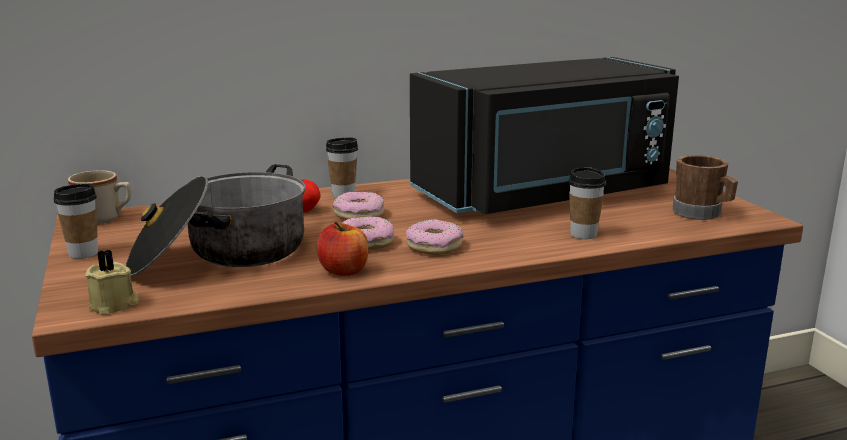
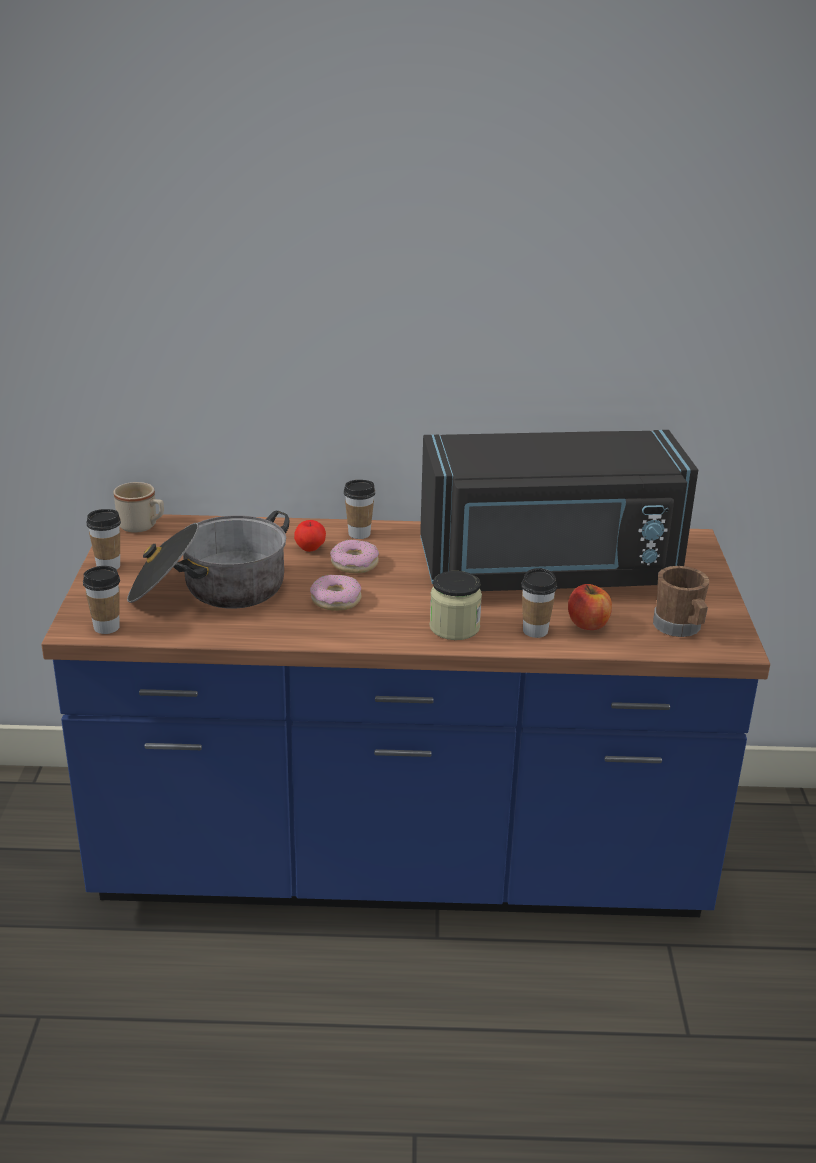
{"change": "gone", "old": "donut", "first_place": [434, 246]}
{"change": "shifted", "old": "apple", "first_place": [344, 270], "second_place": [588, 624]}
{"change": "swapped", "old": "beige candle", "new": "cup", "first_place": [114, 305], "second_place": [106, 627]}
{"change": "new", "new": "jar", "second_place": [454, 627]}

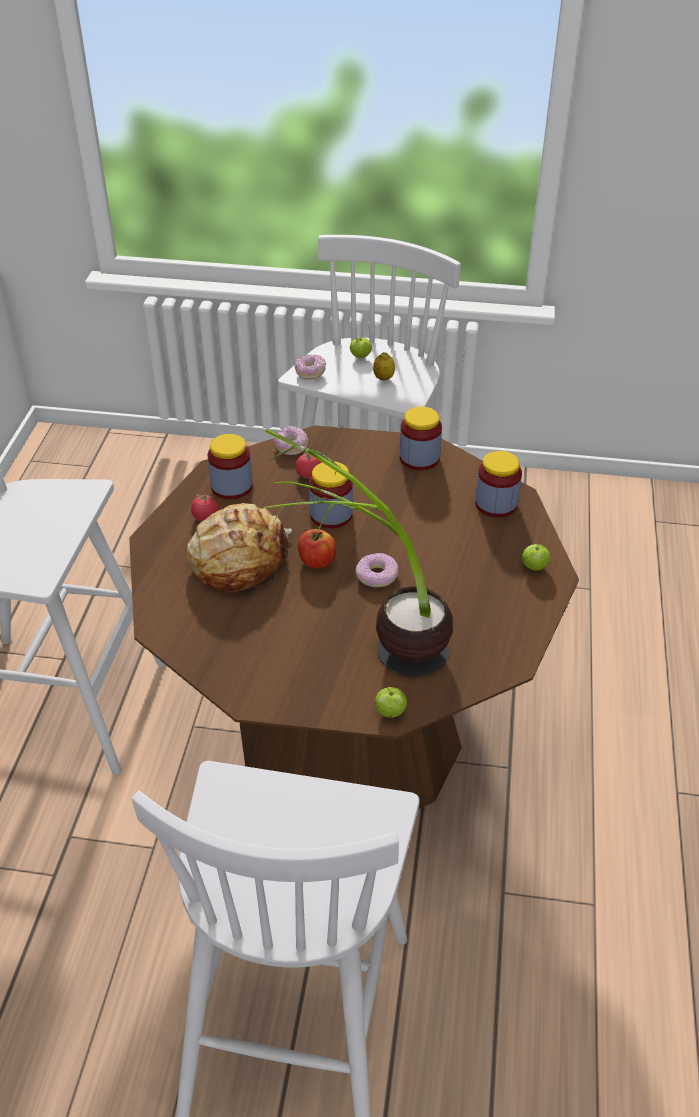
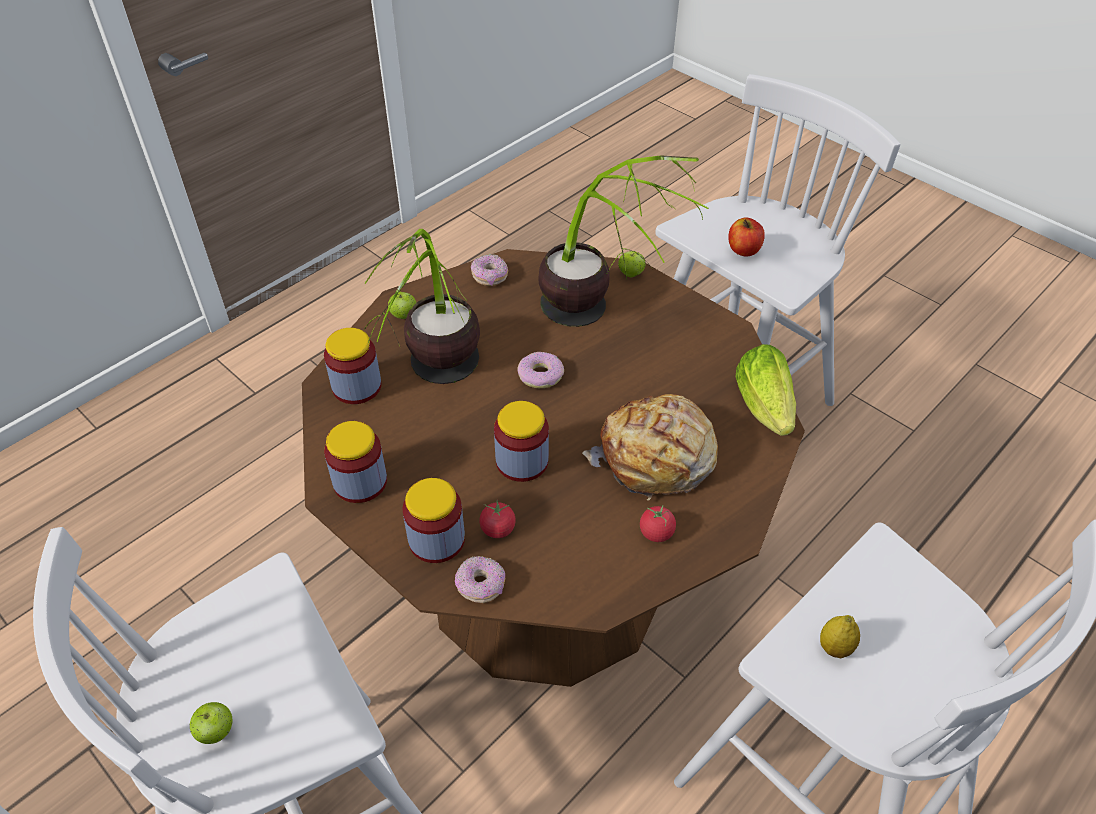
{"change": "shifted", "old": "lemon", "first_place": [383, 378], "second_place": [835, 647]}
{"change": "shifted", "old": "donut", "first_place": [310, 373], "second_place": [490, 277]}
{"change": "shifted", "old": "jar", "first_place": [231, 486], "second_place": [436, 539]}
{"change": "shifted", "old": "apple", "first_place": [317, 561], "second_place": [743, 250]}
{"change": "new", "new": "potted plant", "second_place": [439, 390]}
{"change": "new", "new": "lettuce", "second_place": [765, 409]}

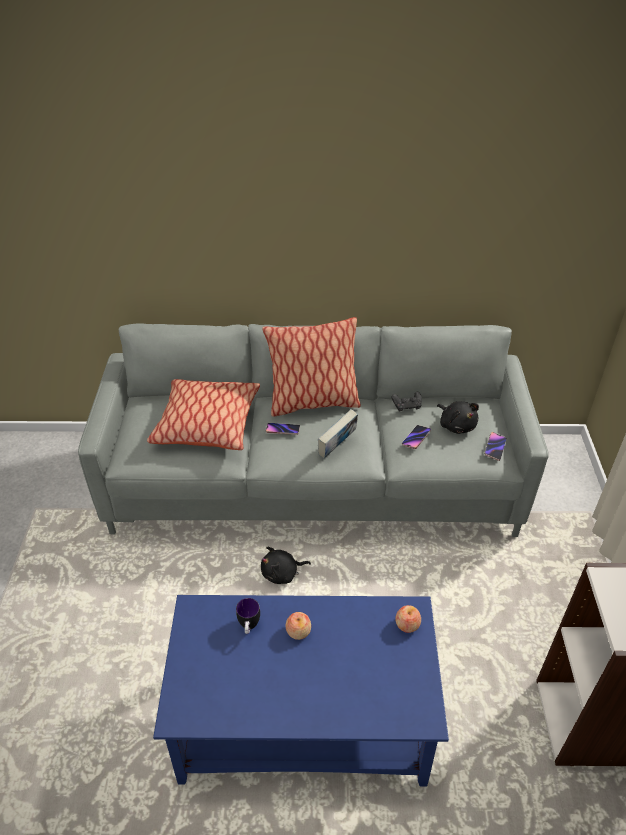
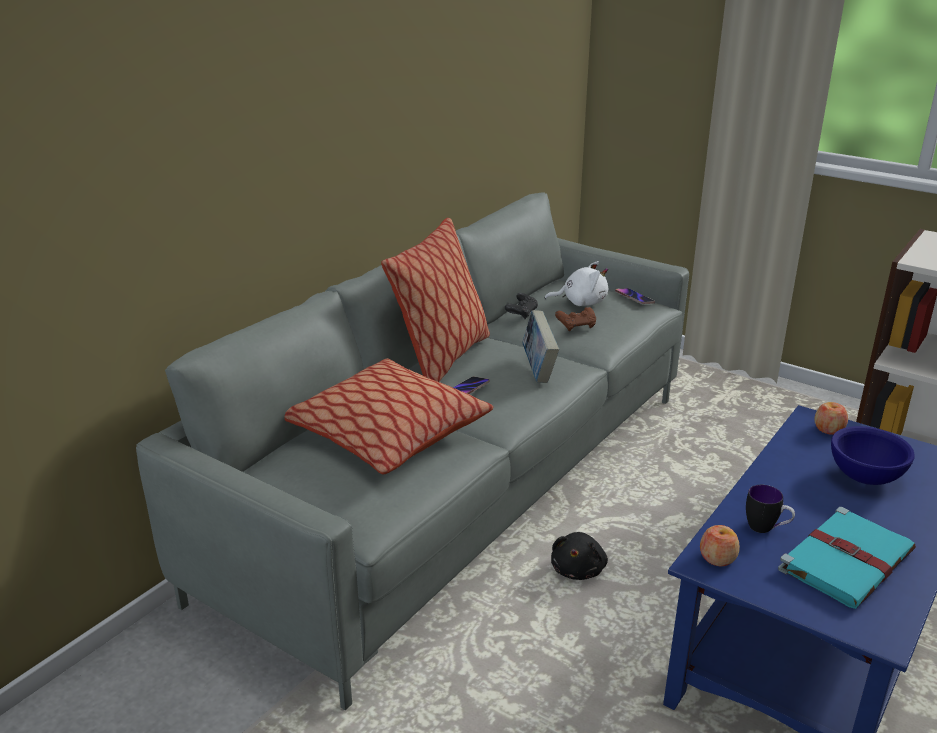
{"change": "repainted", "old": "black plush toy", "new": "white plush toy", "first_place": [456, 425], "second_place": [581, 302]}
{"change": "swapped", "old": "phone", "new": "brown game controller", "first_place": [416, 438], "second_place": [576, 326]}
{"change": "shifted", "old": "apple", "first_place": [298, 631], "second_place": [717, 558]}
{"change": "new", "new": "blue bowl", "second_place": [866, 477]}
{"change": "new", "new": "turquoise book", "second_place": [847, 560]}

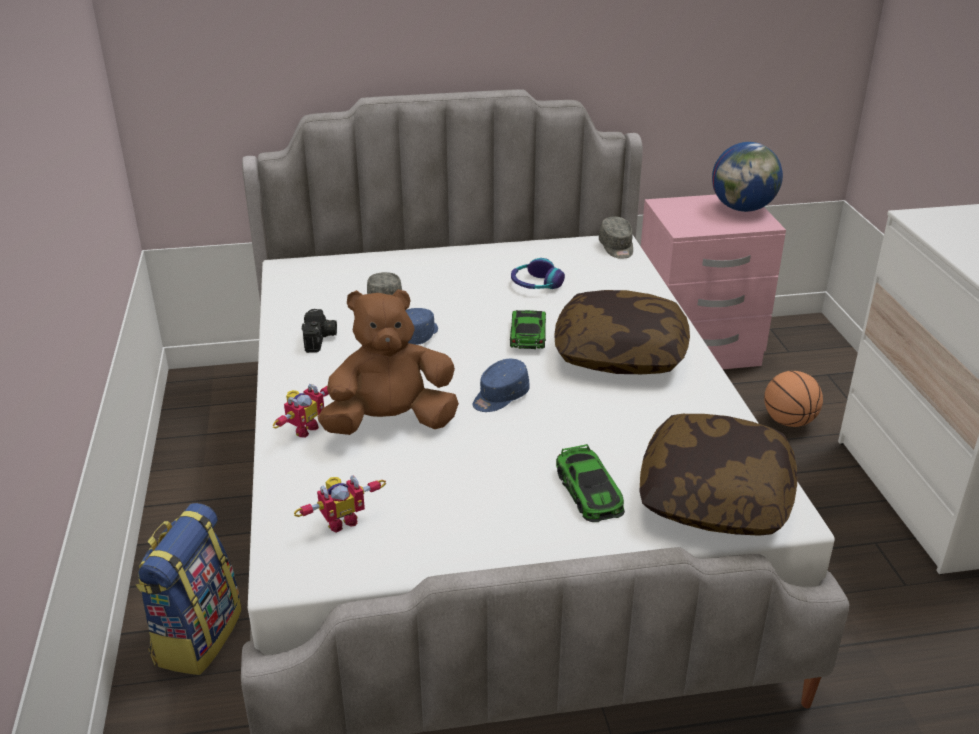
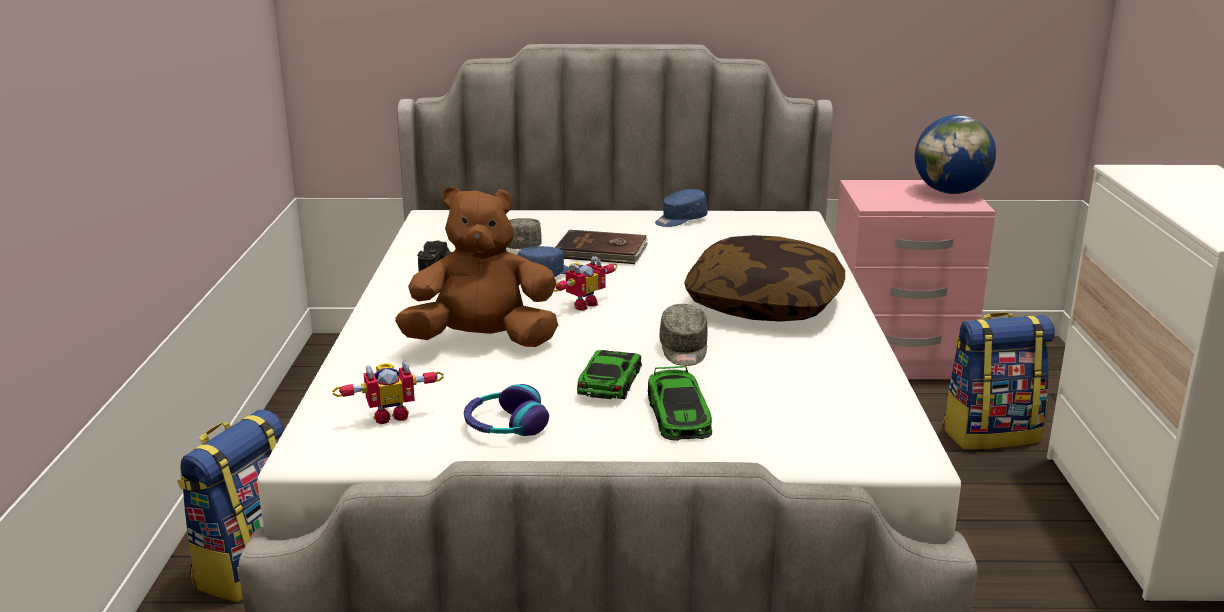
{"change": "shifted", "old": "grey cap", "first_place": [616, 247], "second_place": [683, 350]}
{"change": "shifted", "old": "headphones", "first_place": [536, 284], "second_place": [505, 425]}
{"change": "shifted", "old": "toy car", "first_place": [528, 334], "second_place": [610, 382]}
{"change": "shifted", "old": "blue cap", "first_place": [500, 397], "second_place": [680, 220]}
{"change": "swapped", "old": "basketball", "new": "backpack", "first_place": [788, 421], "second_place": [990, 434]}
{"change": "shifted", "old": "toy robot", "first_place": [303, 428], "second_place": [582, 304]}
{"change": "gone", "old": "pillow", "first_place": [714, 496]}
{"change": "new", "new": "brown book", "second_place": [601, 252]}

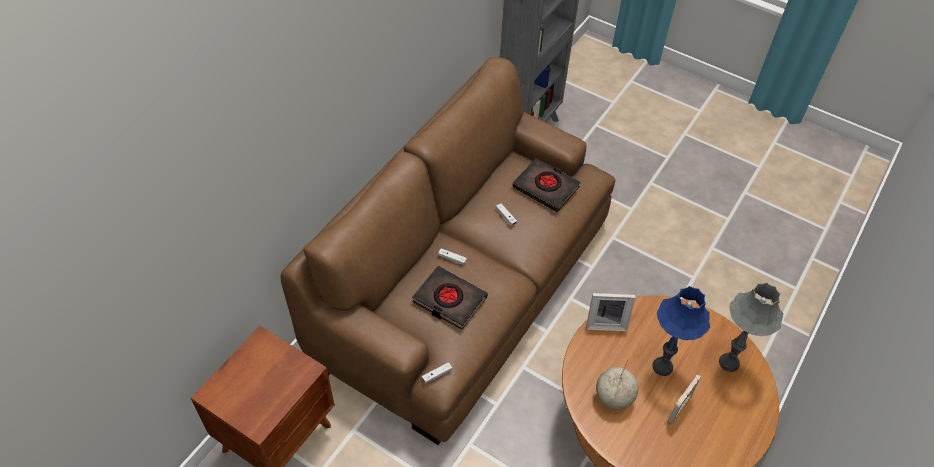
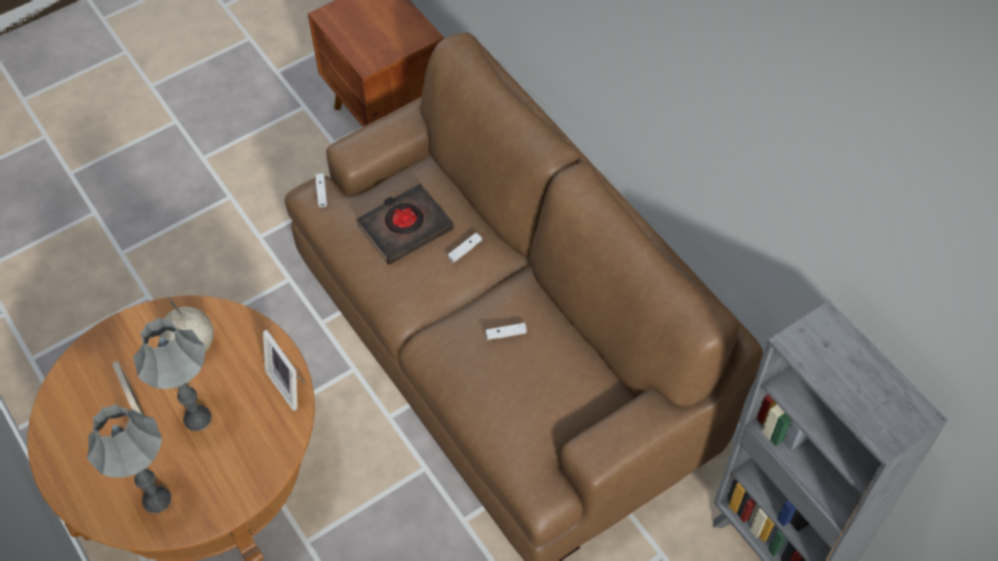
{"change": "gone", "old": "black book", "first_place": [546, 188]}
{"change": "repainted", "old": "blue table lamp", "new": "grey table lamp", "first_place": [662, 366], "second_place": [197, 418]}
{"change": "rotated", "old": "picture frame", "first_place": [606, 322], "second_place": [290, 384], "degrees": -60}

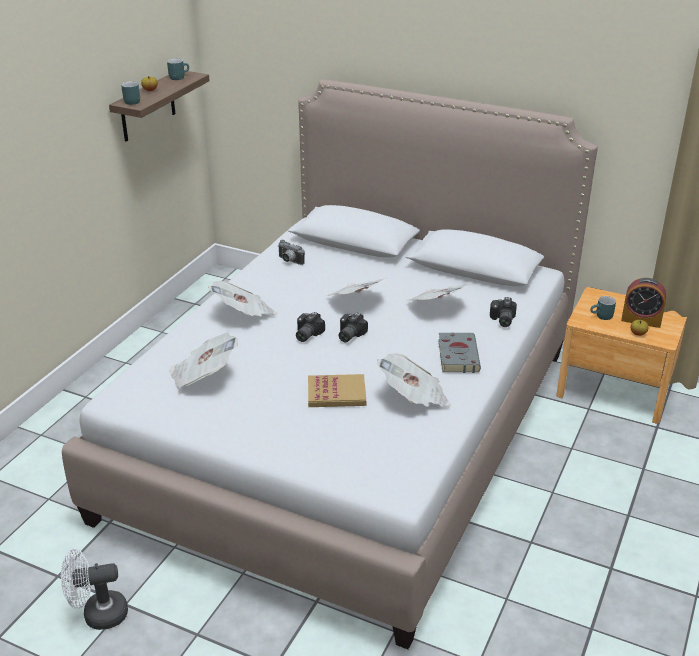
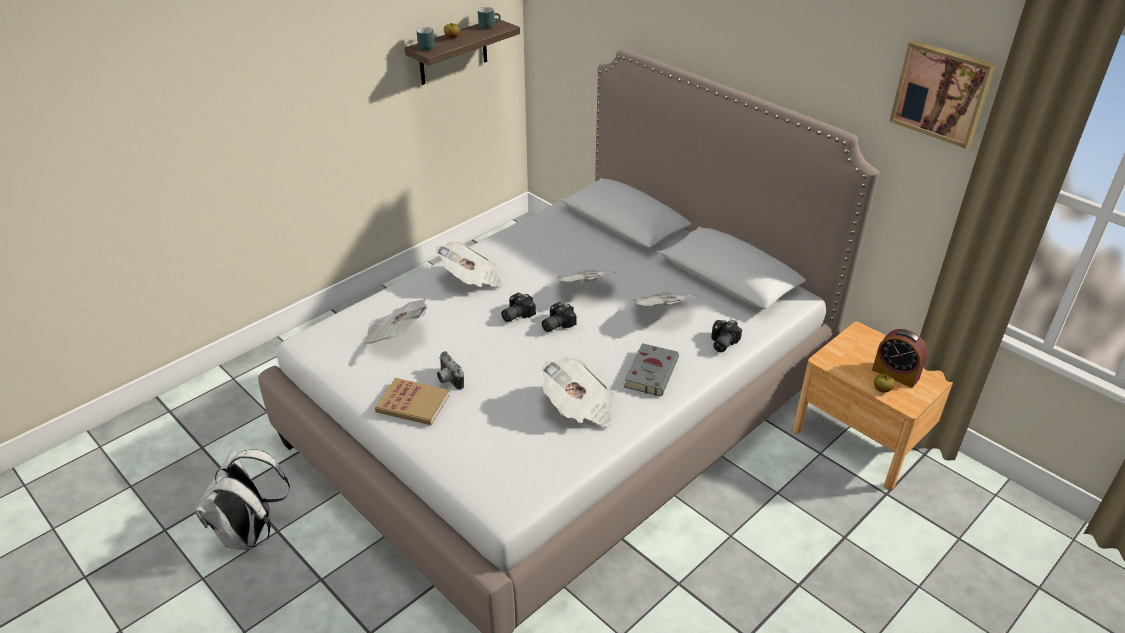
{"change": "shifted", "old": "photo camera", "first_place": [289, 261], "second_place": [448, 380]}
{"change": "gone", "old": "turquoise mug", "first_place": [602, 317]}
{"change": "shifted", "old": "book", "first_place": [336, 393], "second_place": [413, 404]}
{"change": "swapped", "old": "white fan", "new": "white backpack", "first_place": [98, 615], "second_place": [251, 534]}
{"change": "new", "new": "picture", "second_place": [942, 92]}

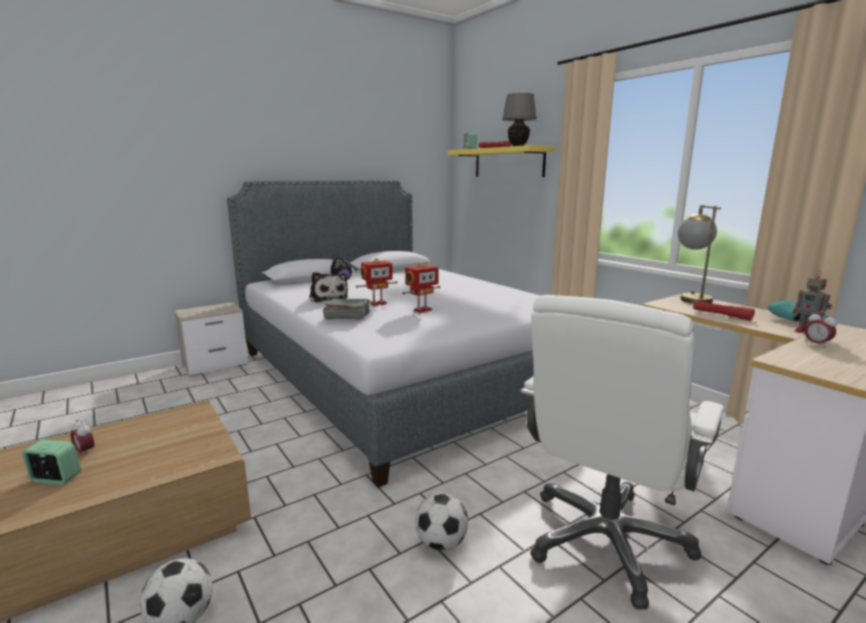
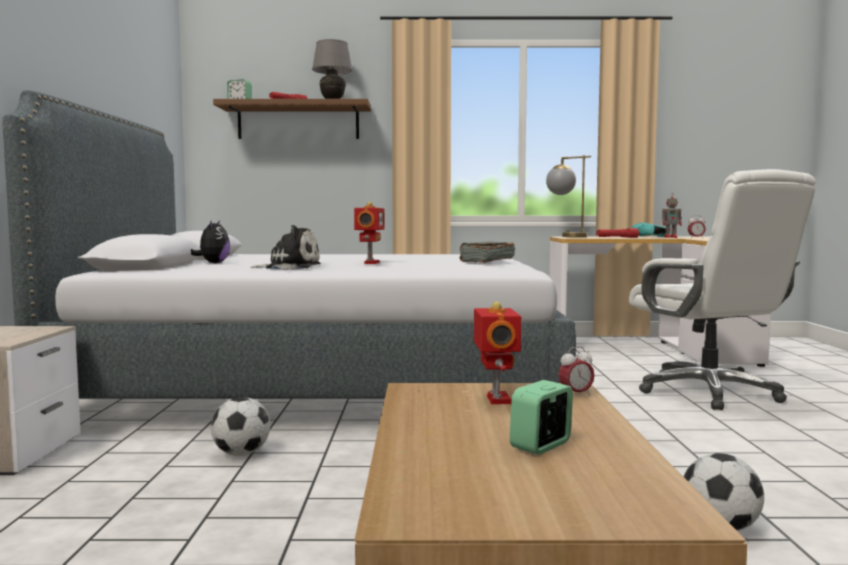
{"change": "repainted", "old": "yellow shelf", "new": "brown shelf", "first_place": [508, 163], "second_place": [298, 122]}
{"change": "shifted", "old": "toy robot", "first_place": [422, 310], "second_place": [496, 399]}
{"change": "shifted", "old": "grey book", "first_place": [346, 317], "second_place": [486, 261]}
{"change": "shifted", "old": "alarm clock", "first_place": [85, 452], "second_place": [576, 394]}
{"change": "shifted", "old": "football", "first_place": [441, 543], "second_place": [241, 454]}

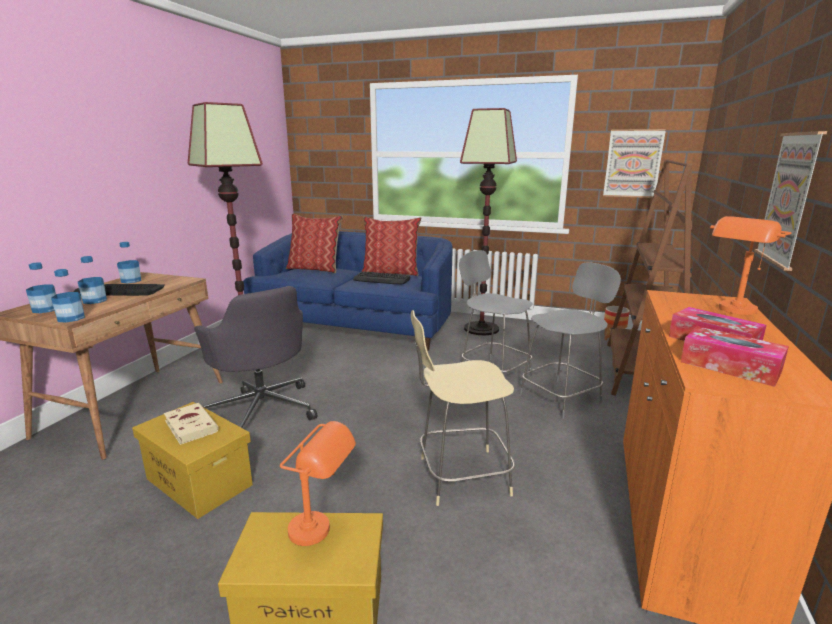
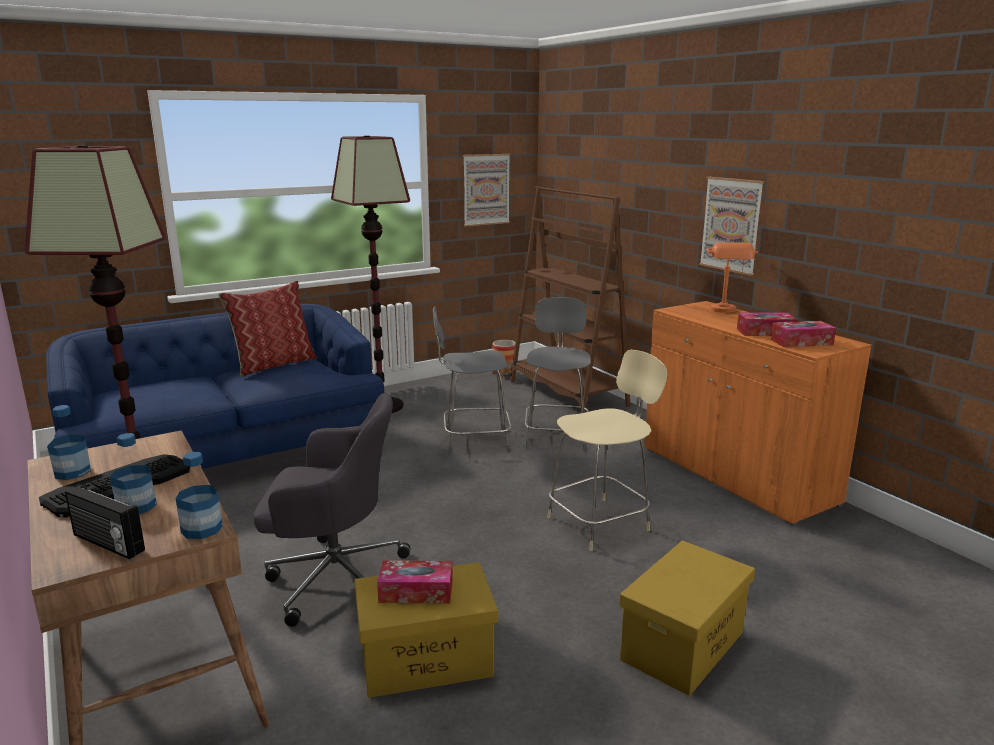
{"change": "gone", "old": "pillow", "first_place": [315, 269]}
{"change": "swapped", "old": "bottle", "new": "radio", "first_place": [45, 309], "second_place": [107, 543]}
{"change": "gone", "old": "keyboard", "first_place": [381, 279]}
{"change": "rotated", "old": "beige chair", "first_place": [460, 476], "second_place": [601, 523], "degrees": -150}
{"change": "swapped", "old": "beige book", "new": "tissue box", "first_place": [190, 426], "second_place": [416, 591]}
{"change": "gone", "old": "orange table lamp", "first_place": [322, 532]}

